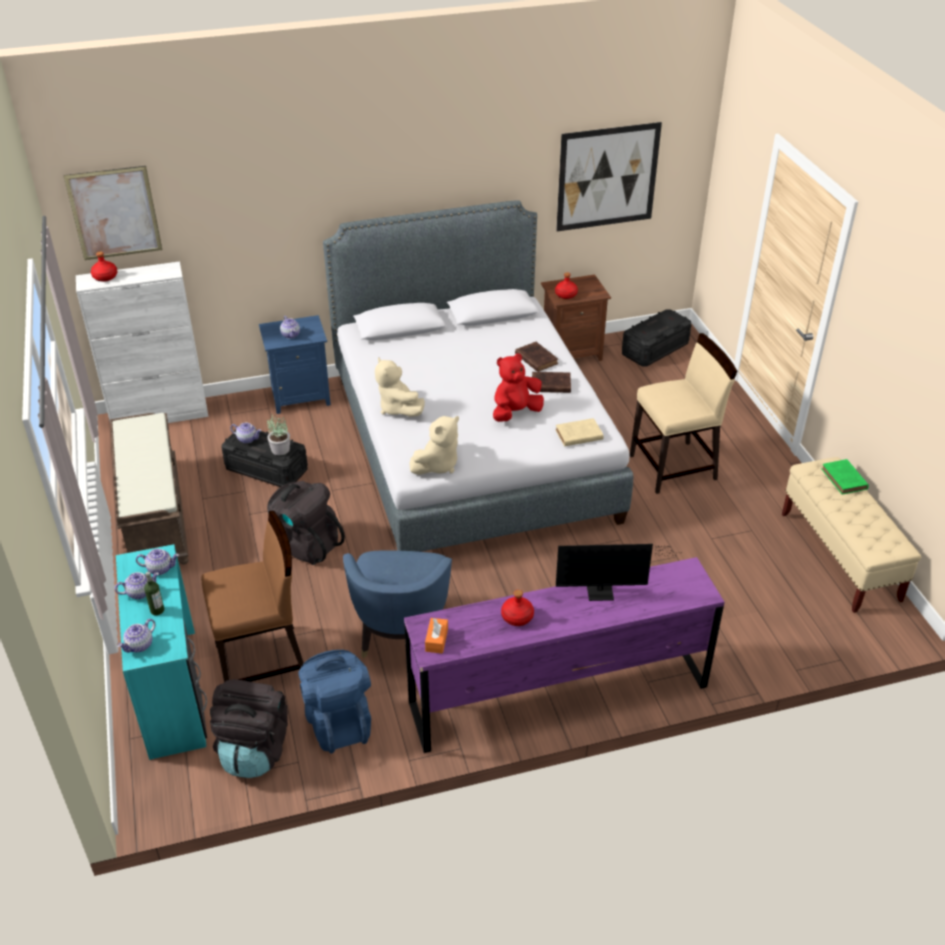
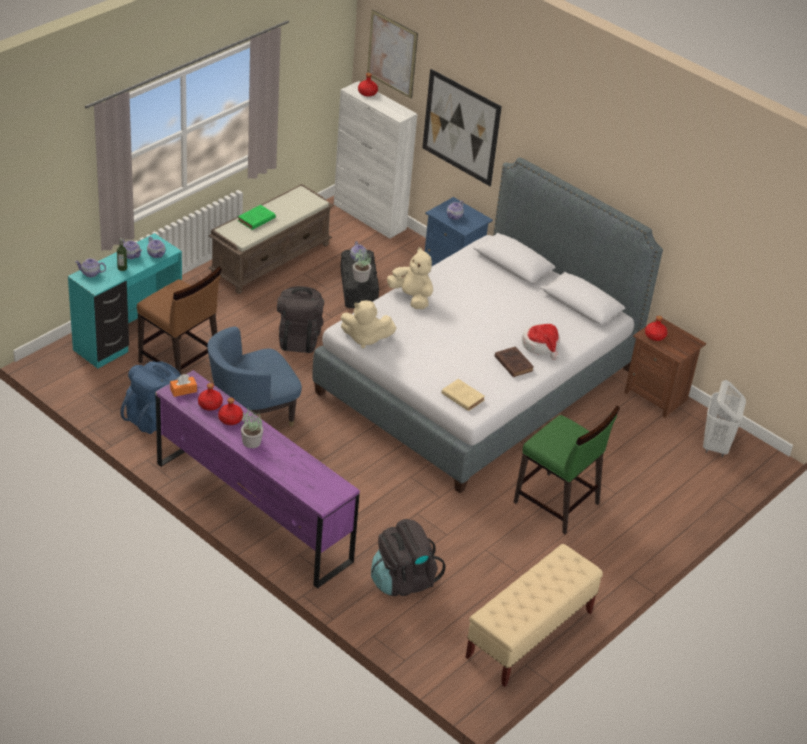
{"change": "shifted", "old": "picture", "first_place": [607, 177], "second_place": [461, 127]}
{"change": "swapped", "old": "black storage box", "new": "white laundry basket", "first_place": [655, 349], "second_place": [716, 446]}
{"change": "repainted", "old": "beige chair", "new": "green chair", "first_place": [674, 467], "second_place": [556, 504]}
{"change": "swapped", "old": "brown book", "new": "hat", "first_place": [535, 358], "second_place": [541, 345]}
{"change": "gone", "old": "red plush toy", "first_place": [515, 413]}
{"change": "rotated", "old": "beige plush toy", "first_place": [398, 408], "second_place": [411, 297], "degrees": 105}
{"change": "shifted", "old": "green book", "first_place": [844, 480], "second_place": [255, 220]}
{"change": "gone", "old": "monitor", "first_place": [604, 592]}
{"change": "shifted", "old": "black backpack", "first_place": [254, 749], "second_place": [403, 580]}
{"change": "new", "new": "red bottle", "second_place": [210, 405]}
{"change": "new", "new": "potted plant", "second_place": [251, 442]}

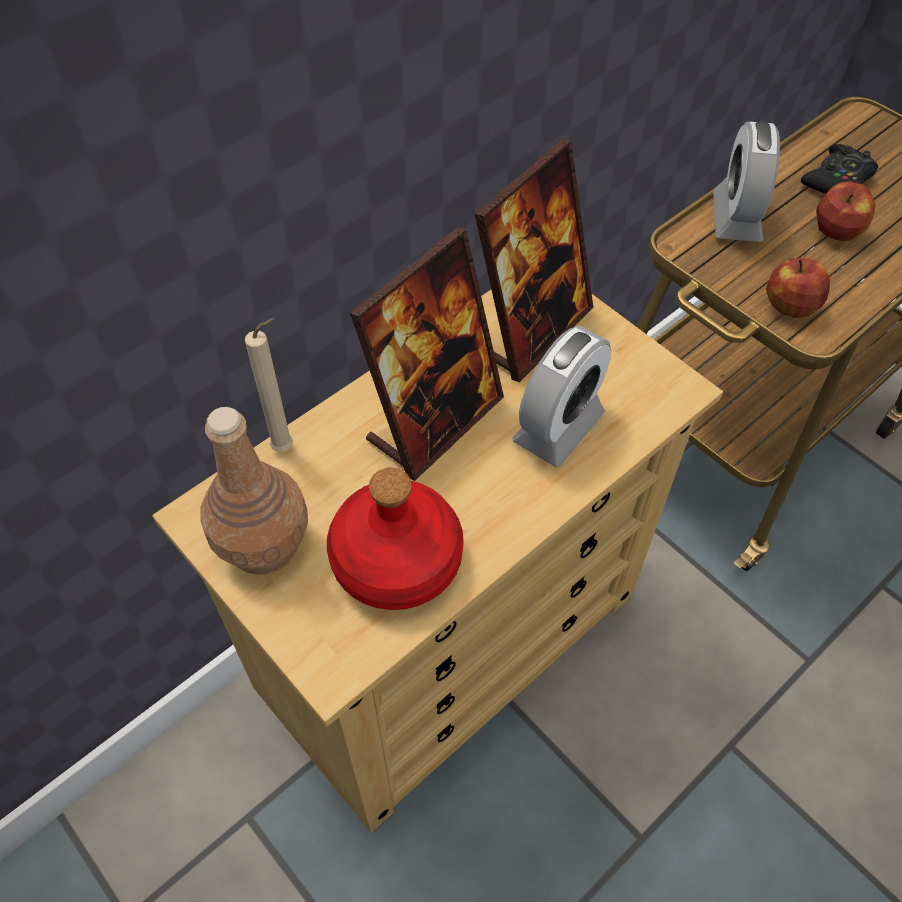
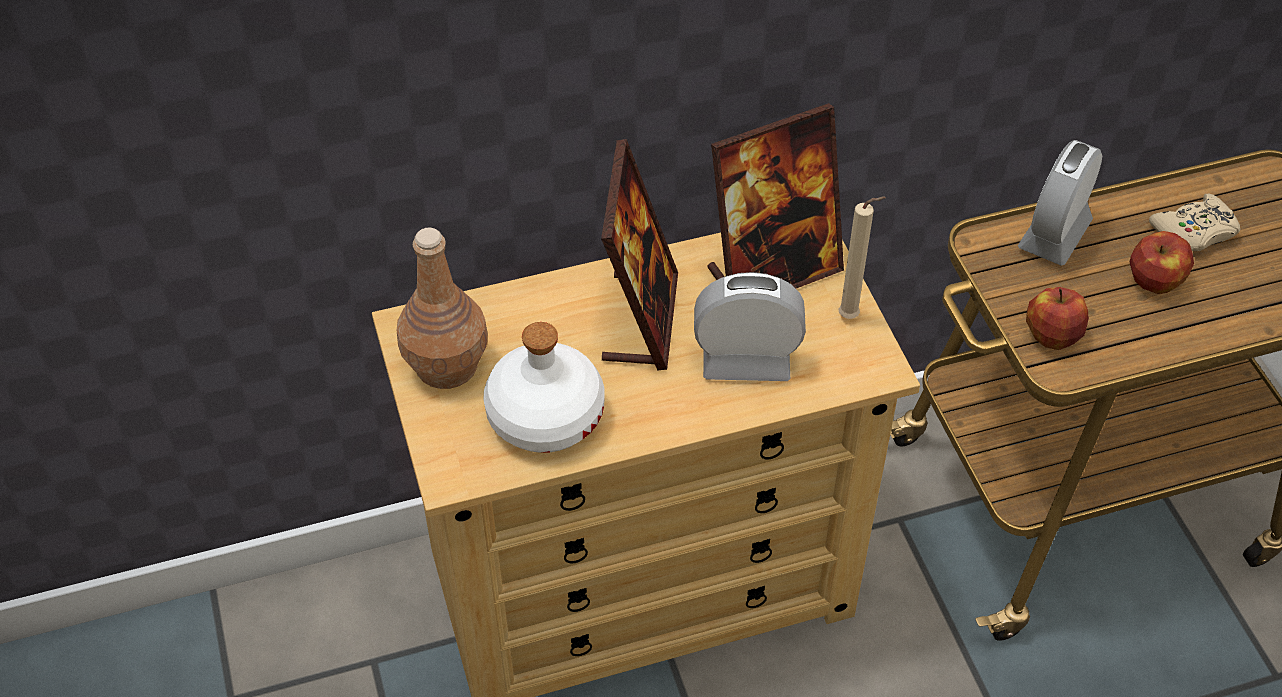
{"change": "repainted", "old": "black game controller", "new": "beige game controller", "first_place": [837, 180], "second_place": [1194, 232]}
{"change": "rotated", "old": "picture frame", "first_place": [434, 421], "second_place": [640, 319], "degrees": -60}
{"change": "shifted", "old": "beige candle", "first_place": [286, 447], "second_place": [851, 317]}
{"change": "rotated", "old": "alarm clock", "first_place": [558, 427], "second_place": [746, 362], "degrees": -150}
{"change": "repainted", "old": "red bottle", "new": "white bottle", "first_place": [395, 560], "second_place": [544, 416]}

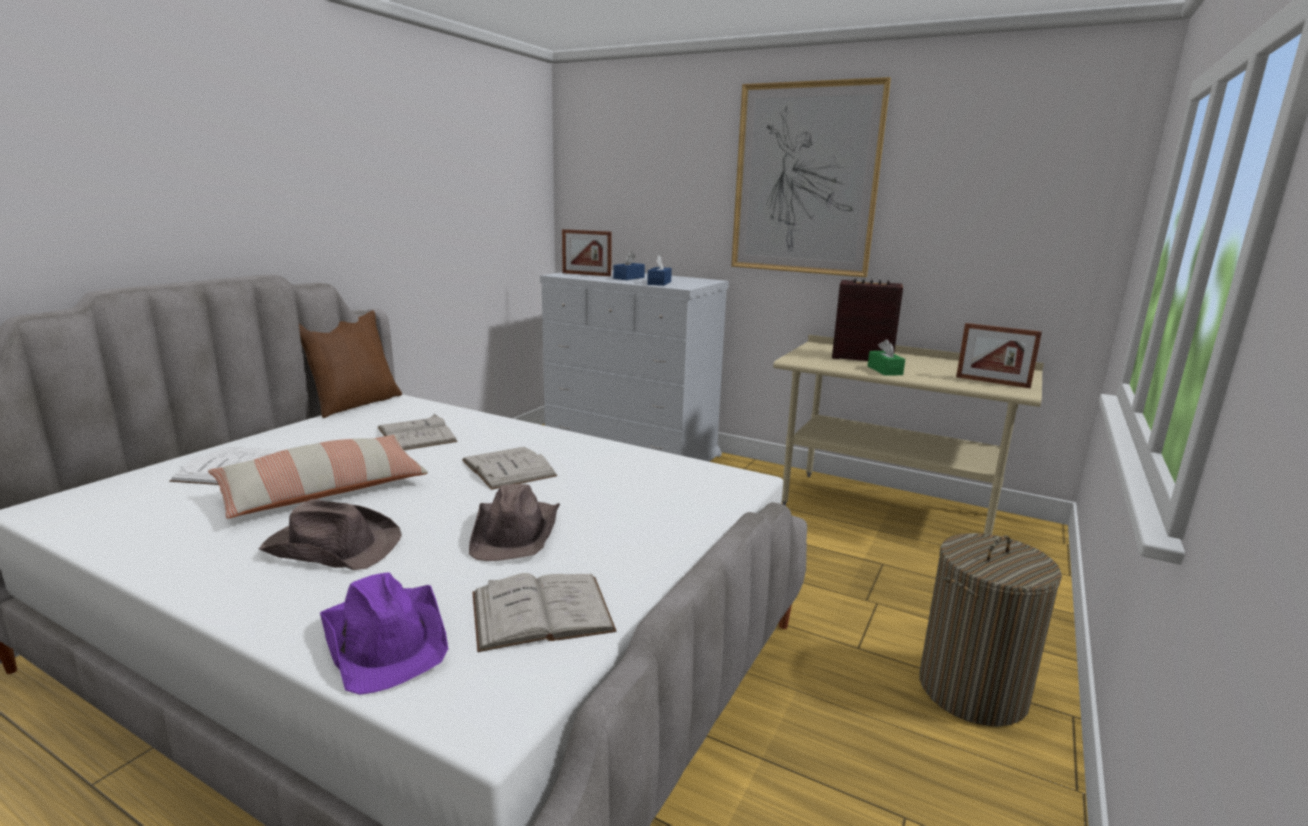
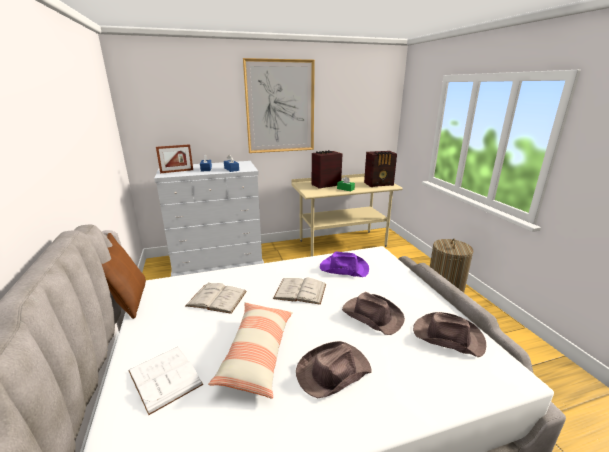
{"change": "swapped", "old": "picture frame", "new": "radio", "first_place": [992, 382], "second_place": [379, 184]}
{"change": "shifted", "old": "purple hat", "first_place": [387, 637], "second_place": [343, 268]}
{"change": "swapped", "old": "white book", "new": "brown hat", "first_place": [541, 611], "second_place": [447, 336]}

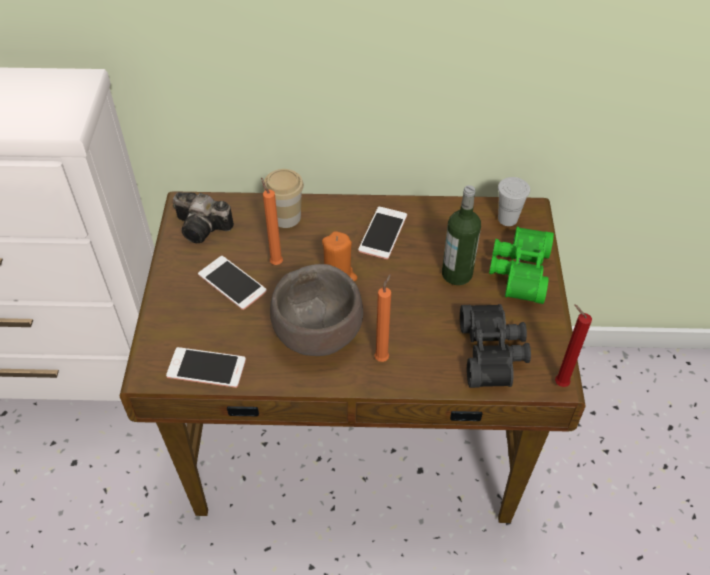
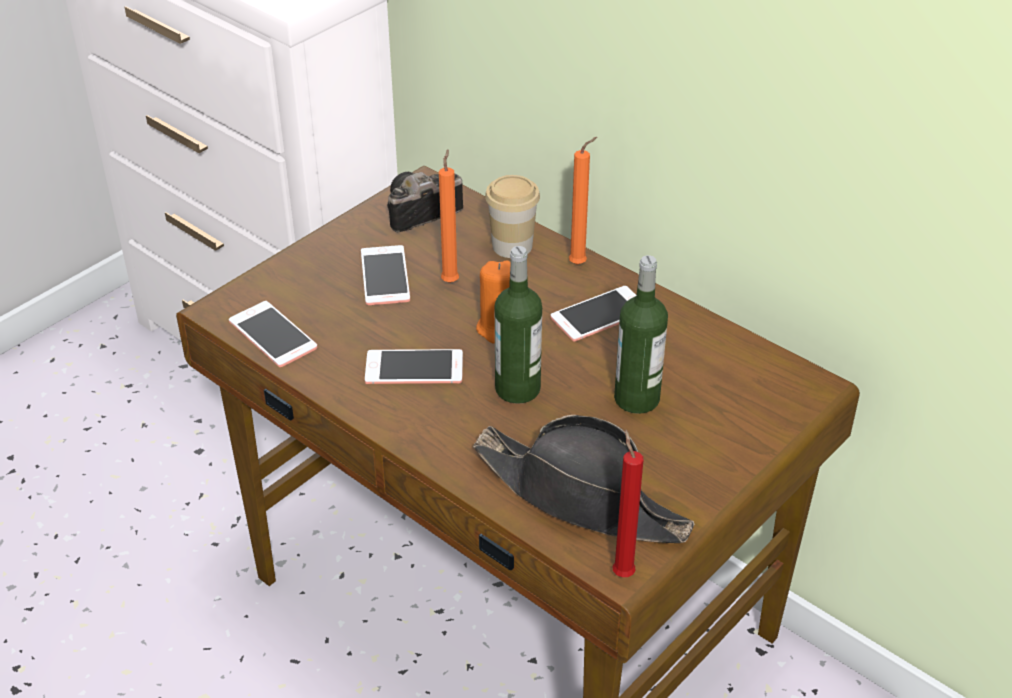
{"change": "gone", "old": "white cup", "first_place": [507, 219]}
{"change": "rotated", "old": "photo camera", "first_place": [204, 228], "second_place": [417, 214], "degrees": 90}
{"change": "gone", "old": "green binoculars", "first_place": [518, 271]}
{"change": "swapped", "old": "brown bowl", "new": "phone", "first_place": [318, 334], "second_place": [414, 368]}
{"change": "shifted", "old": "orange candle", "first_place": [382, 357], "second_place": [580, 263]}
{"change": "swapped", "old": "black binoculars", "new": "black hat", "first_place": [493, 352], "second_place": [581, 497]}
{"change": "new", "new": "bottle", "second_place": [517, 389]}

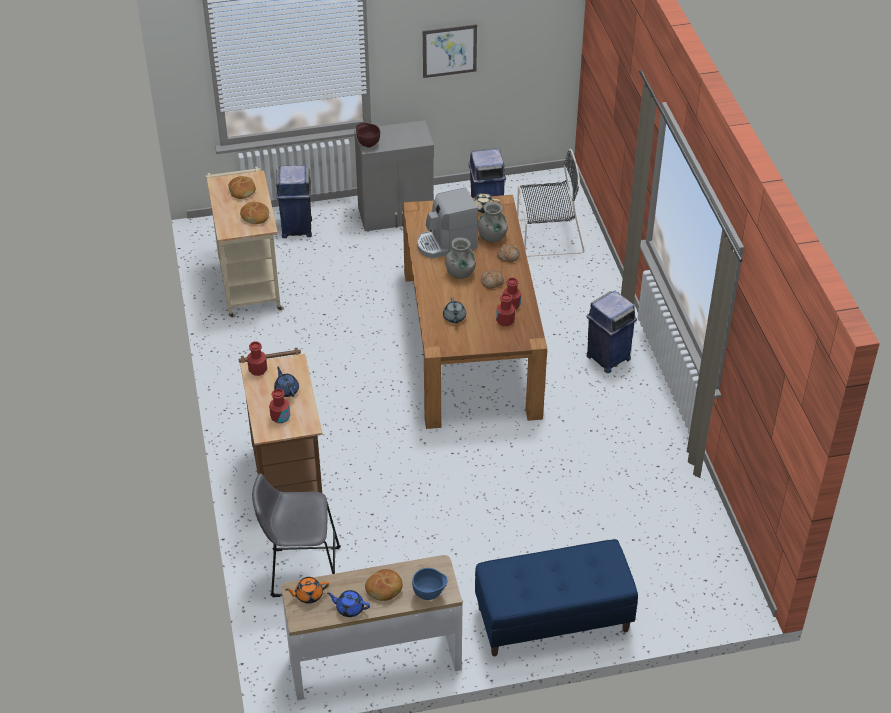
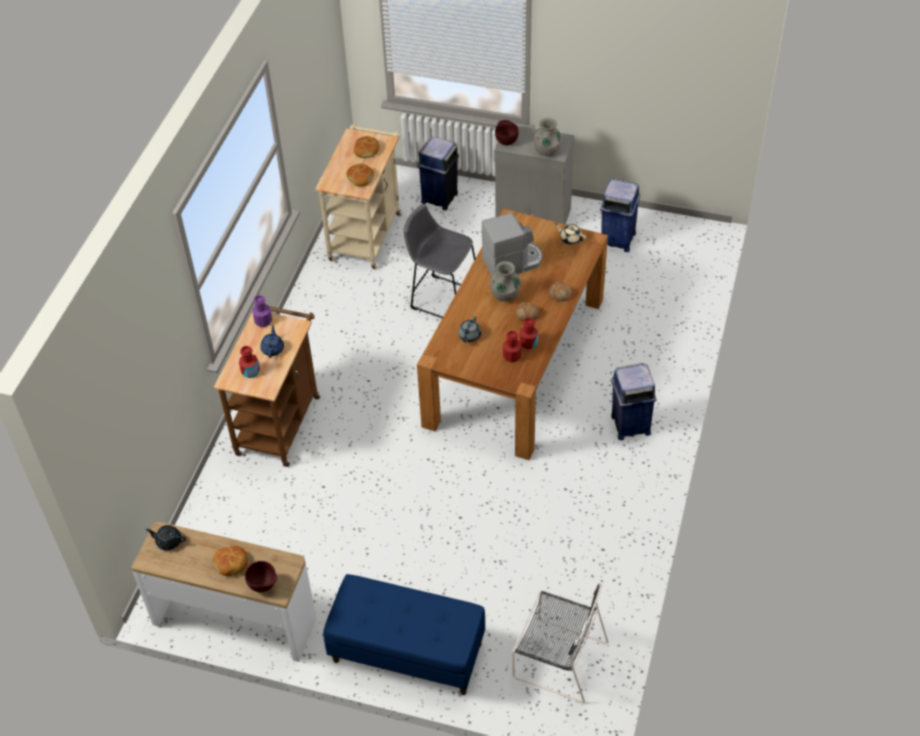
{"change": "gone", "old": "picture", "first_place": [449, 50]}
{"change": "shifted", "old": "black chair", "first_place": [547, 236], "second_place": [557, 659]}
{"change": "rotated", "old": "coffee machine", "first_place": [446, 244], "second_place": [513, 262], "degrees": 150}
{"change": "shifted", "old": "grey vase", "first_place": [492, 237], "second_place": [547, 151]}
{"change": "repainted", "old": "red bottle", "new": "purple bottle", "first_place": [258, 370], "second_place": [263, 321]}
{"change": "shifted", "old": "grey stool", "first_place": [301, 571], "second_place": [443, 298]}
{"change": "repainted", "old": "blue bowl", "new": "brown bowl", "first_place": [430, 594], "second_place": [264, 586]}
{"change": "repainted", "old": "orange teapot", "new": "black teapot", "first_place": [308, 595], "second_place": [168, 541]}
{"change": "gone", "old": "blue teapot", "first_place": [349, 608]}

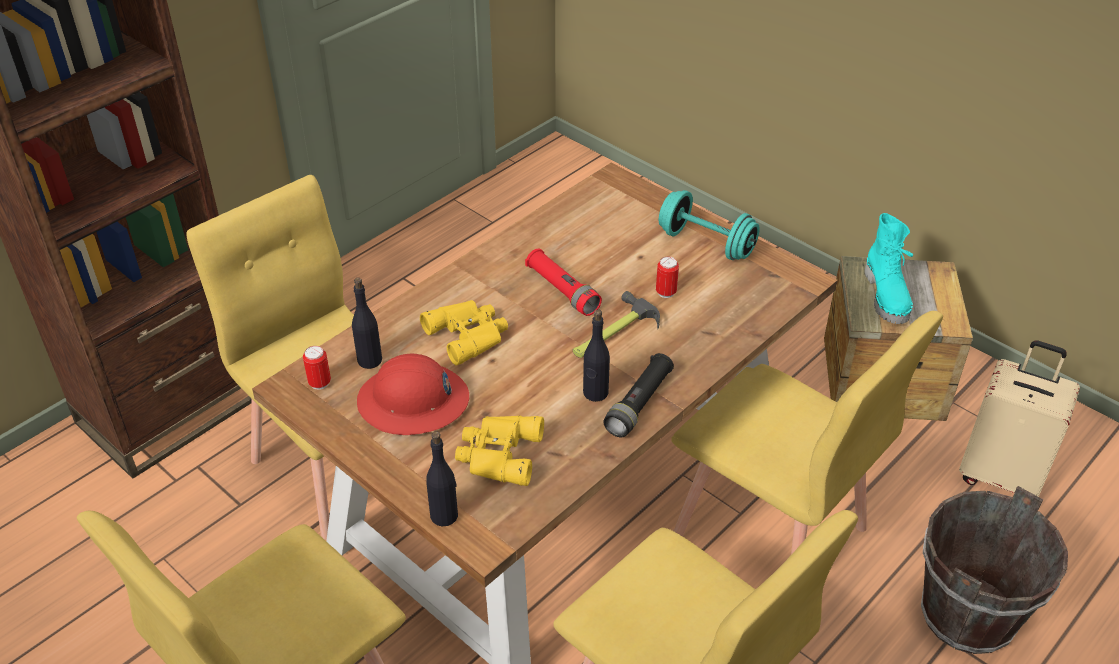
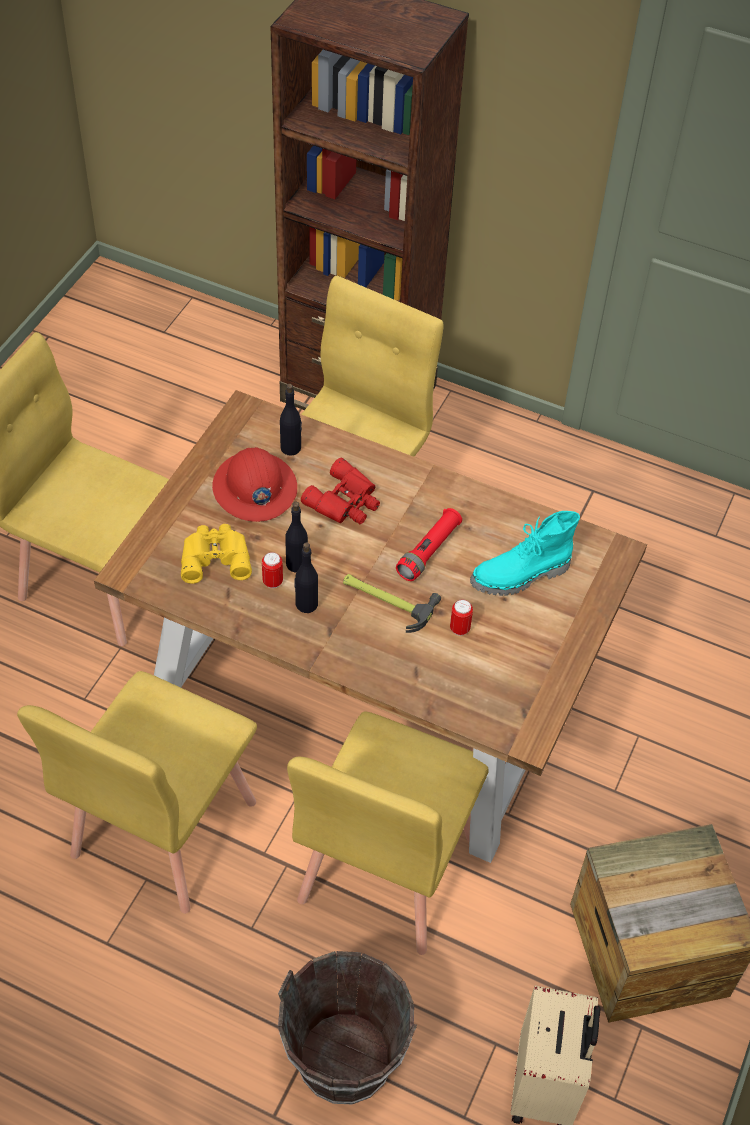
{"change": "gone", "old": "turquoise dumbbell", "first_place": [706, 243]}
{"change": "shifted", "old": "turquoise boot", "first_place": [887, 296], "second_place": [521, 576]}
{"change": "repainted", "old": "yellow binoculars", "new": "red binoculars", "first_place": [469, 334], "second_place": [345, 501]}
{"change": "shifted", "old": "can", "first_place": [319, 383], "second_place": [272, 582]}
{"change": "gone", "old": "black flashlight", "first_place": [639, 404]}
{"change": "shifted", "old": "black bottle", "first_place": [444, 515], "second_place": [297, 564]}

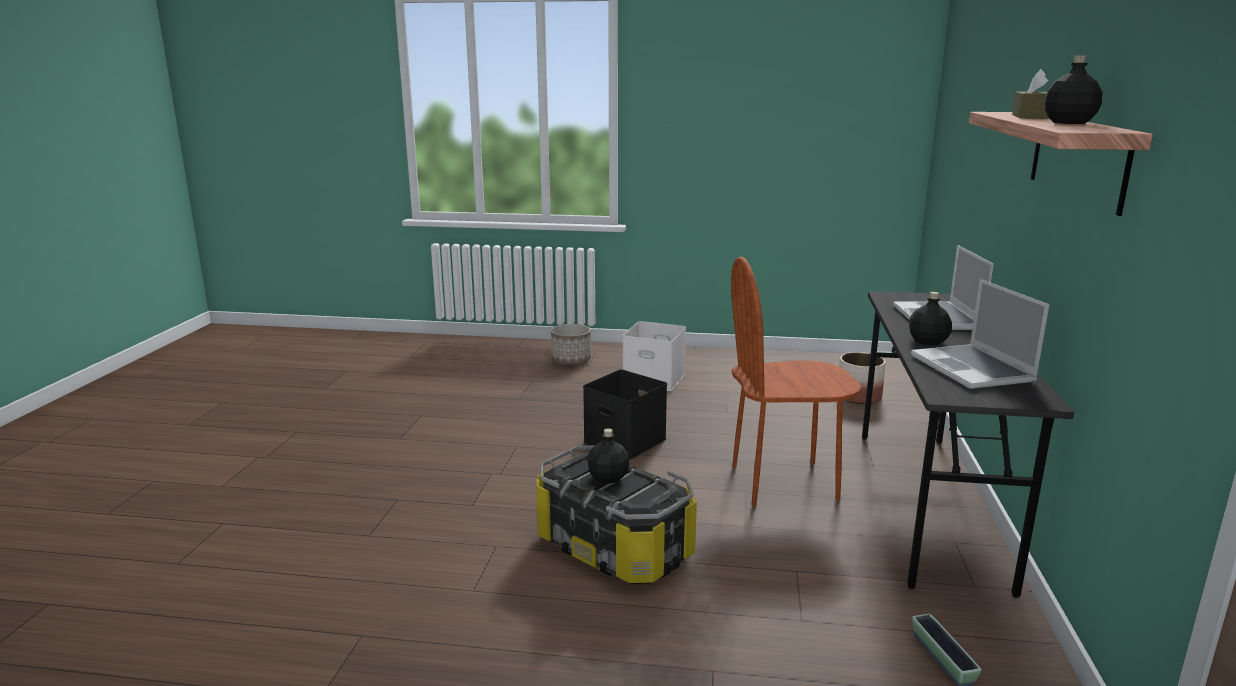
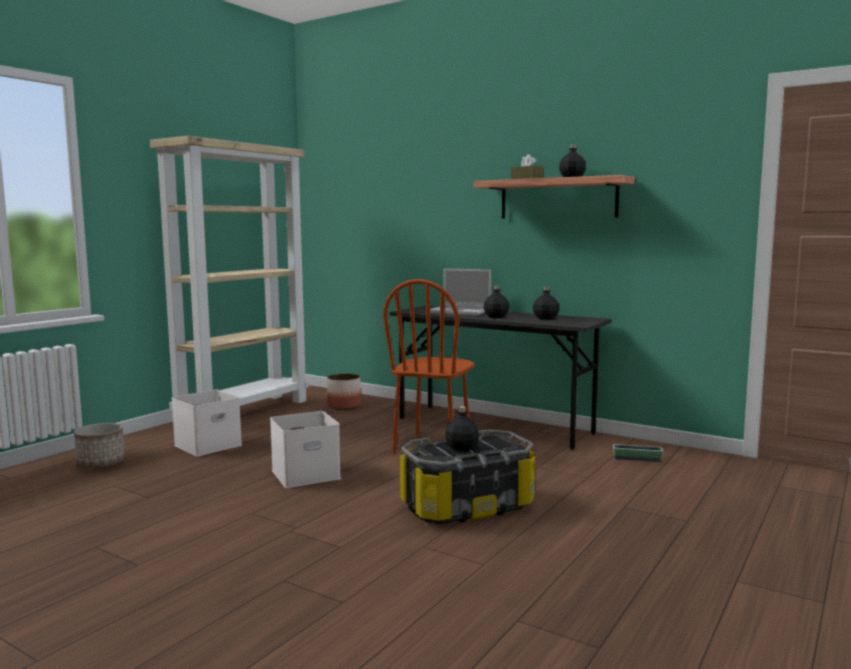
{"change": "swapped", "old": "laptop", "new": "black bottle", "first_place": [973, 369], "second_place": [546, 318]}
{"change": "repainted", "old": "black storage box", "new": "white storage box", "first_place": [627, 440], "second_place": [306, 474]}
{"change": "new", "new": "beige bookcase", "second_place": [244, 411]}

